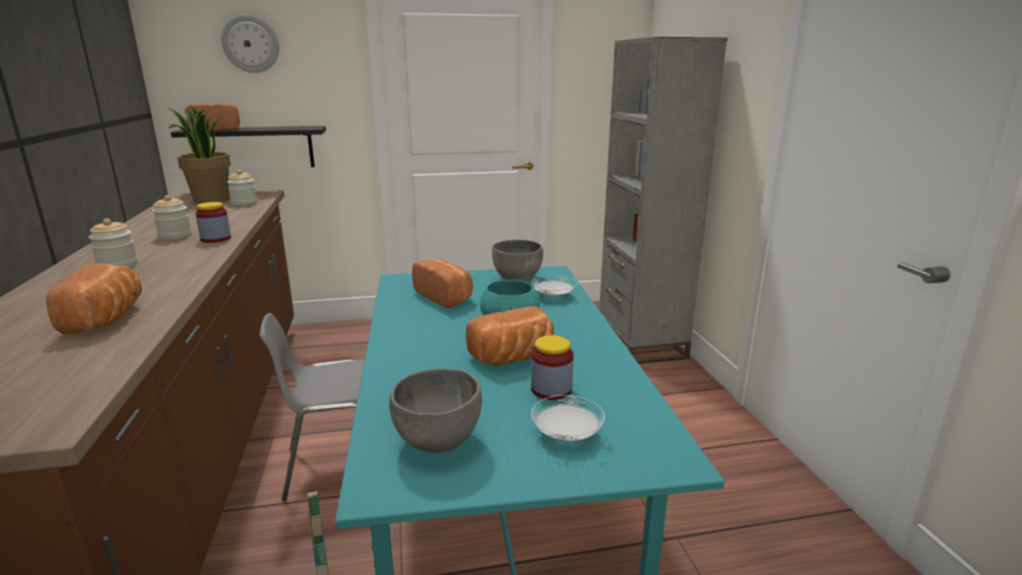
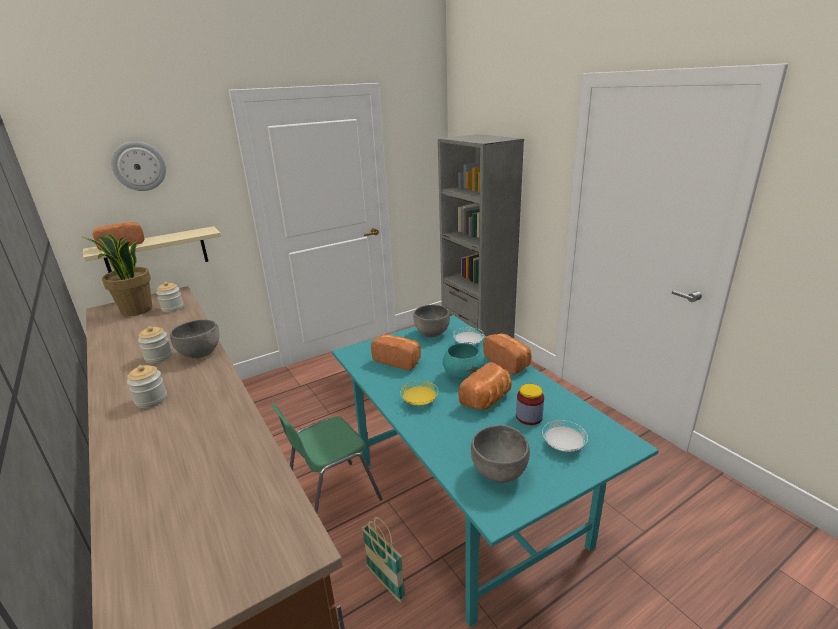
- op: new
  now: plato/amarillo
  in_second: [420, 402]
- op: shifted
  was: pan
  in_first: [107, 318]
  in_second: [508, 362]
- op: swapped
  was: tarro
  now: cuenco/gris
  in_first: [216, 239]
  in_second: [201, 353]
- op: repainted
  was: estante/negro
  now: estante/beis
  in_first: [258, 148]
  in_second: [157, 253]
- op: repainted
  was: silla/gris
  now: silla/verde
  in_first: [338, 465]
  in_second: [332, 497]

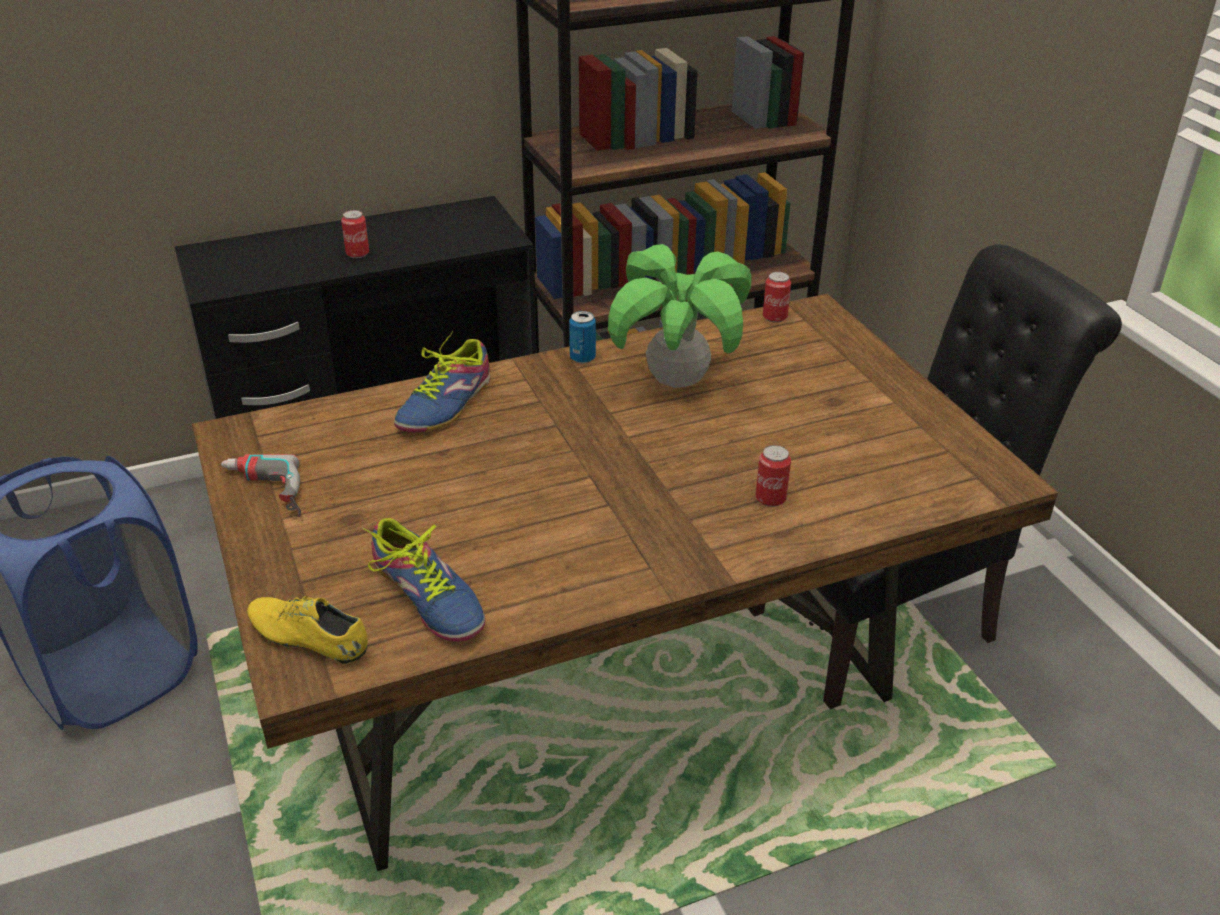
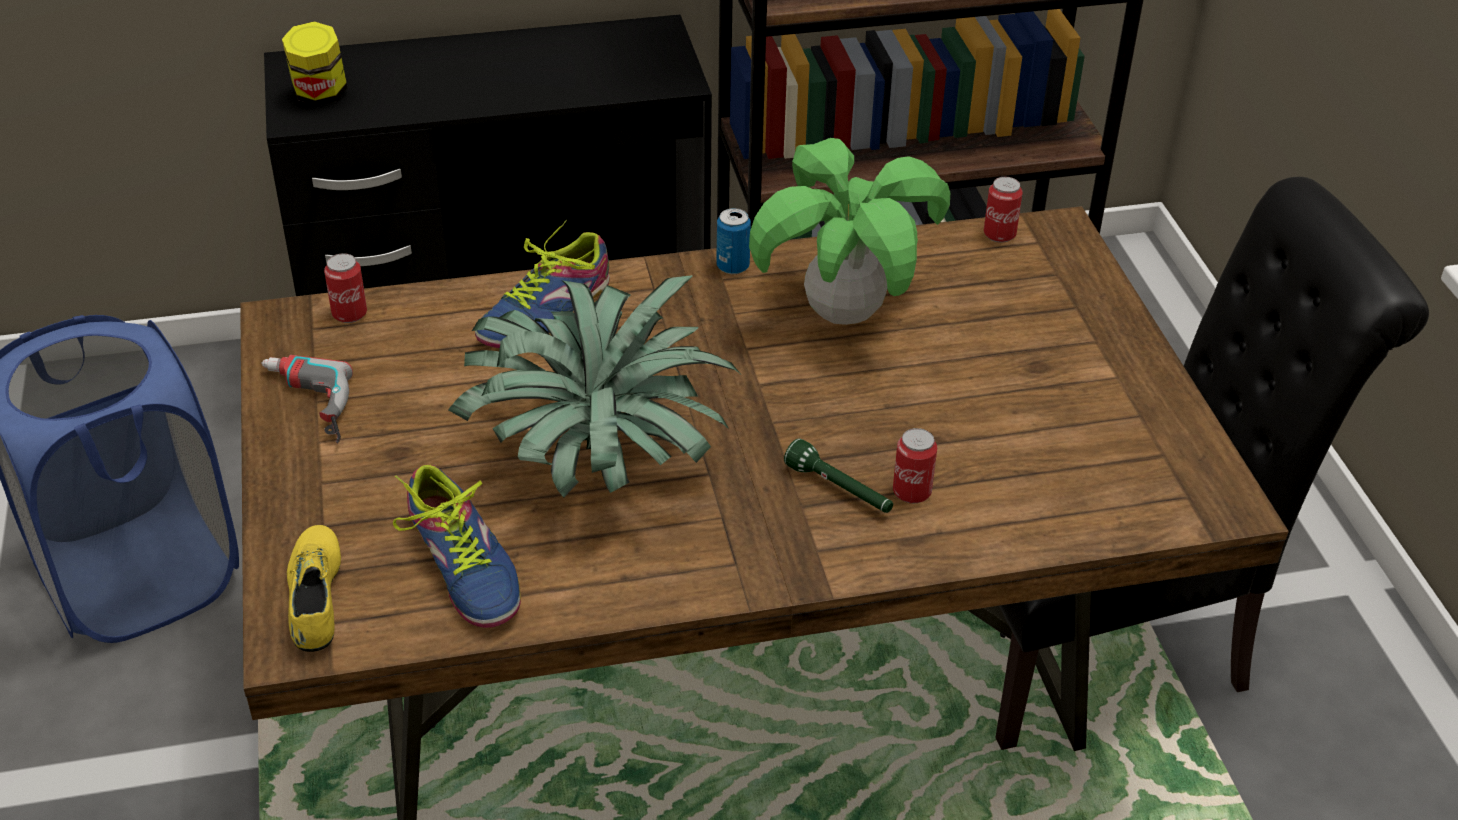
- op: new
  now: tarro
  in_second: [320, 95]
- op: new
  now: planta en maceta
  in_second: [602, 457]
- op: new
  now: linterna/verde
  in_second: [839, 490]
- op: shifted
  was: lata
  in_first: [357, 254]
  in_second: [349, 314]
- op: rotated
  was: zapato/amarillo
  in_first: [309, 639]
  in_second: [317, 599]
  clockwise: 45

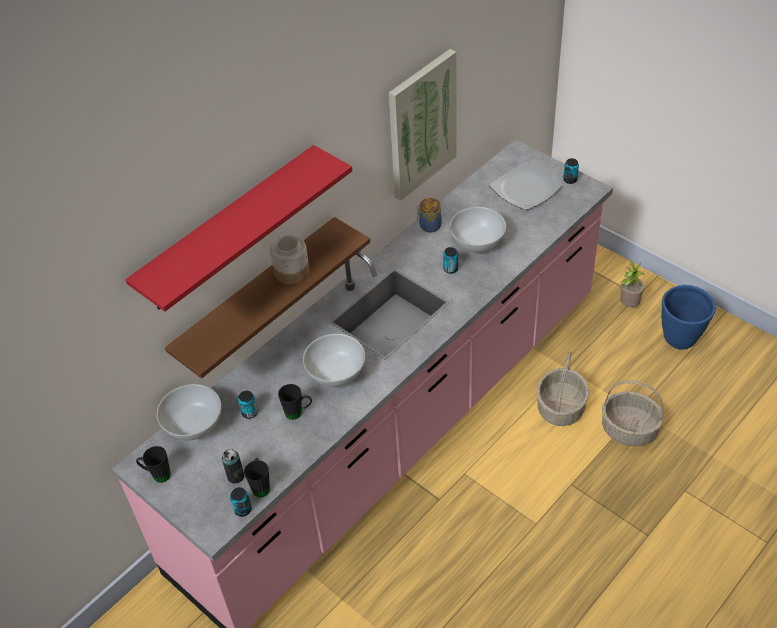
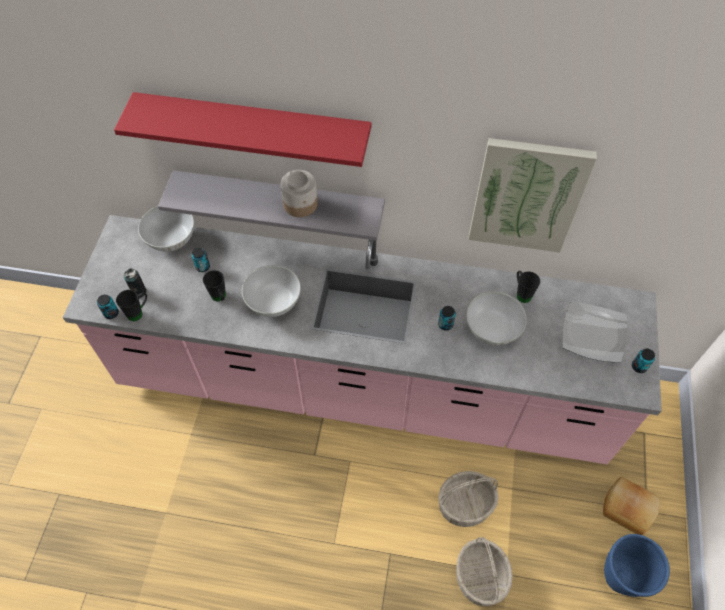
- op: gone
  was: tarro
  in_first: [429, 226]
- op: shifted
  was: taza grande/negro
  in_first: [157, 475]
  in_second: [521, 293]
- op: swapped
  was: planta en maceta
  now: pan
  in_first: [628, 304]
  in_second: [628, 507]
- op: repainted
  was: estante/marrón
  now: estante/gris
  in_first: [257, 297]
  in_second: [280, 201]

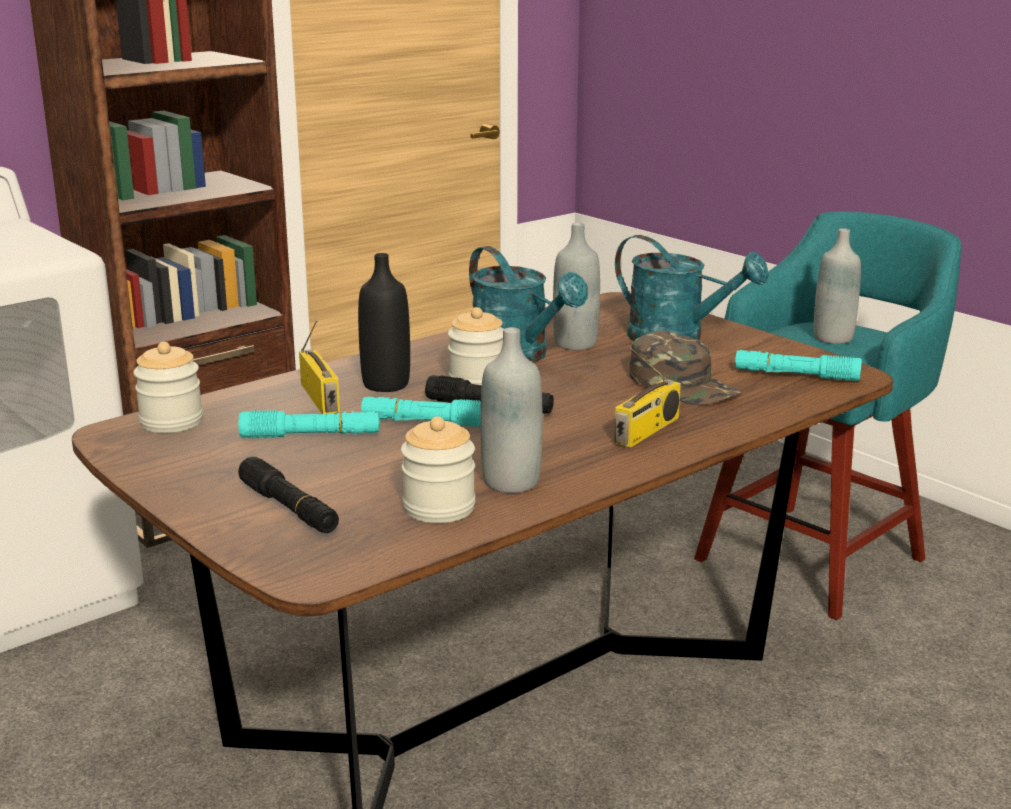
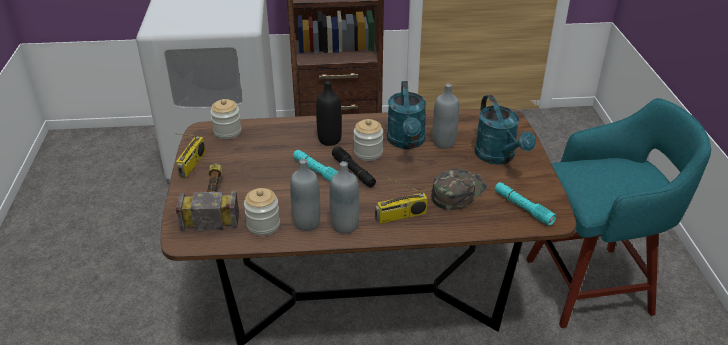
- op: gone
  was: linterna/turquesa
  in_first: [311, 436]
- op: shifted
  was: radio
  in_first: [321, 398]
  in_second: [192, 164]
- op: shifted
  was: botella/gris
  in_first: [833, 338]
  in_second: [344, 225]
- op: swapped
  was: linterna/negro
  now: martillo
  in_first: [289, 509]
  in_second: [213, 201]
- op: rotated
  was: gorra/verde
  in_first: [683, 384]
  in_second: [458, 192]
  clockwise: -135

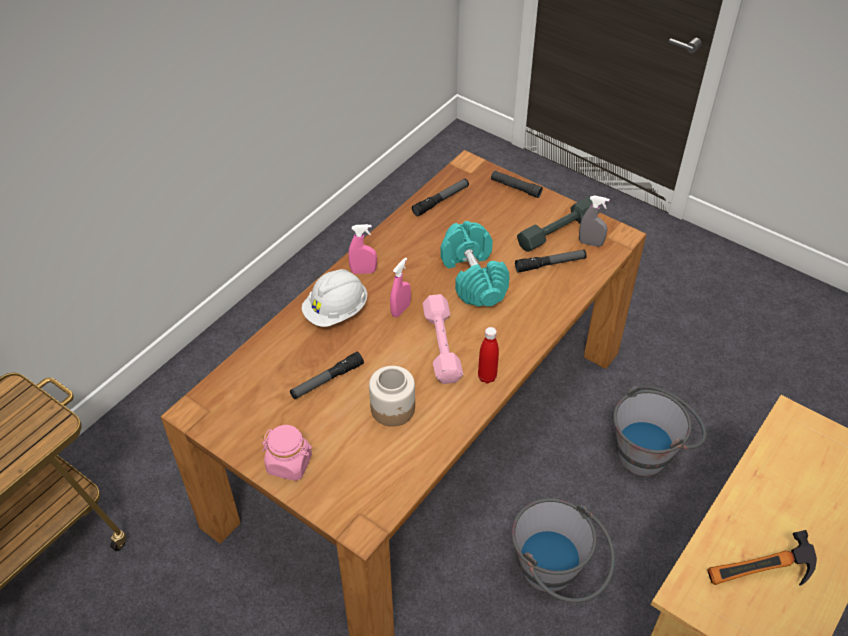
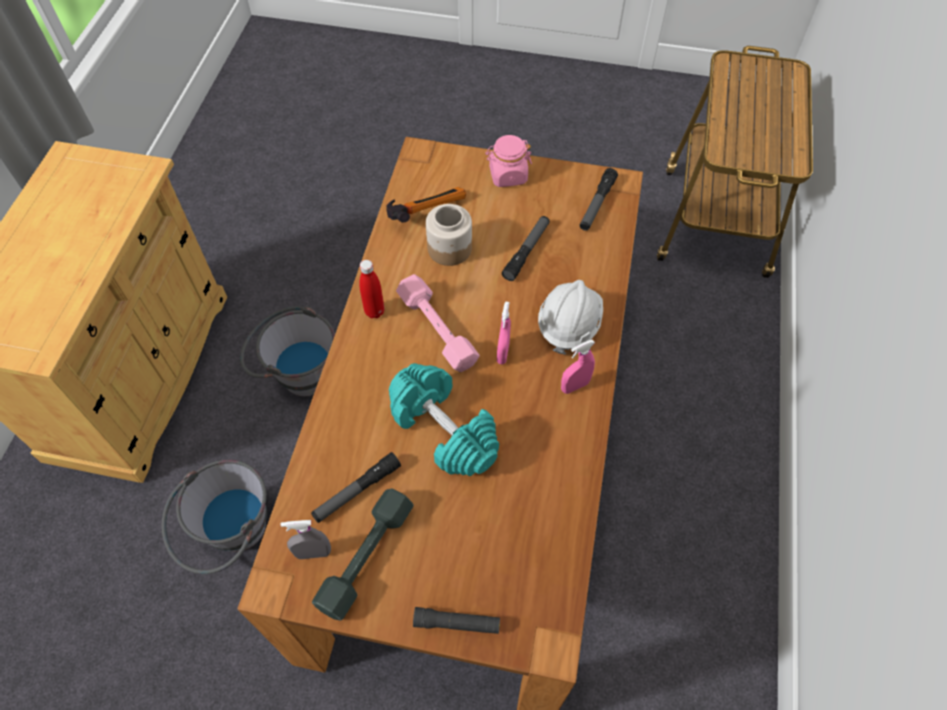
- op: shifted
  was: linterna
  in_first: [441, 200]
  in_second: [597, 204]
- op: shifted
  was: martillo
  in_first: [759, 578]
  in_second: [424, 210]

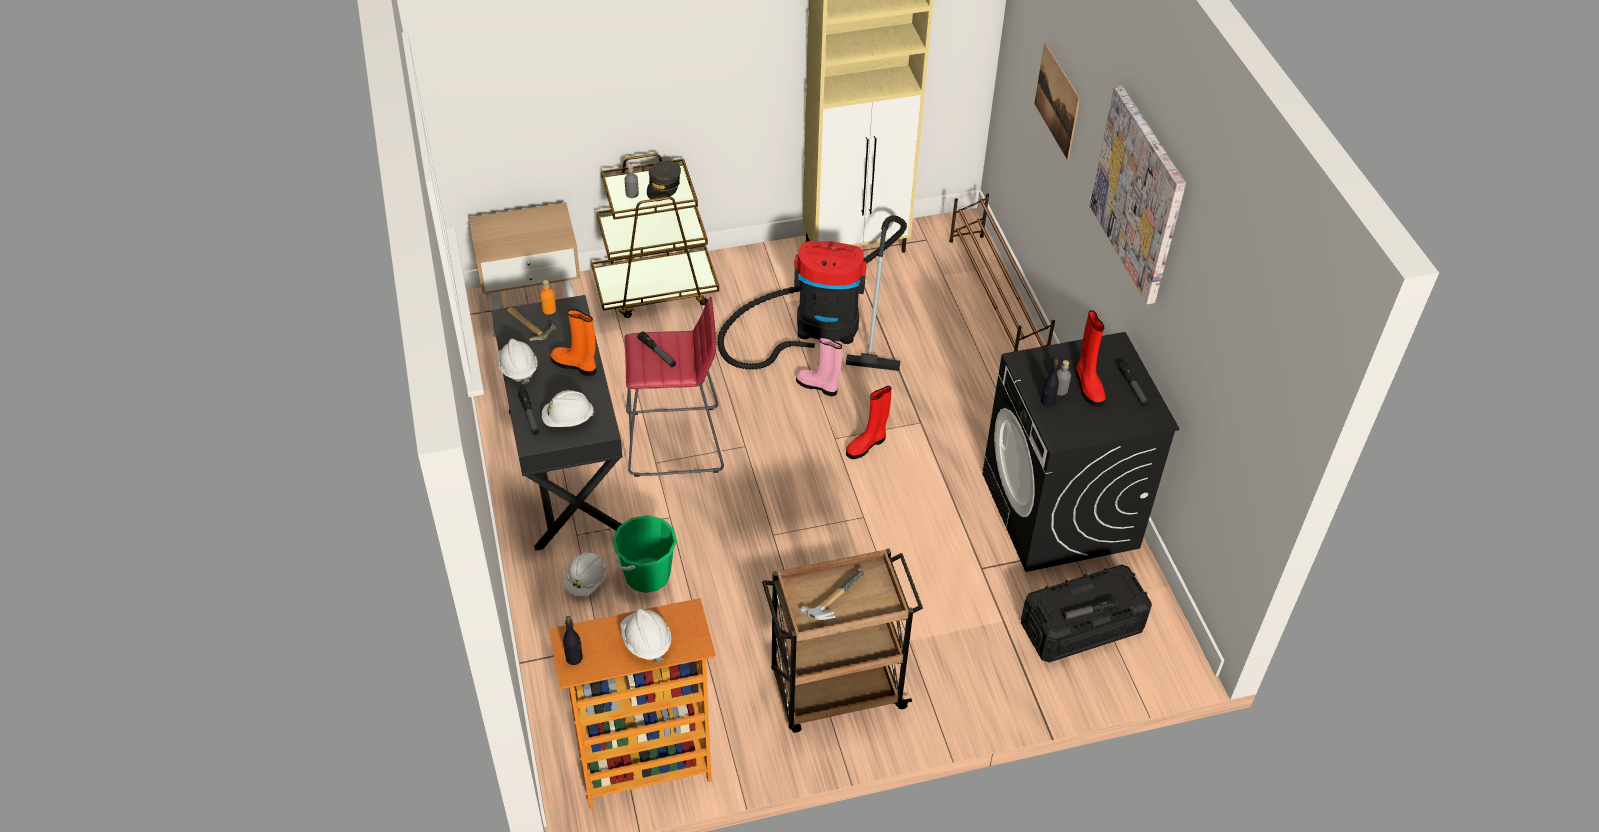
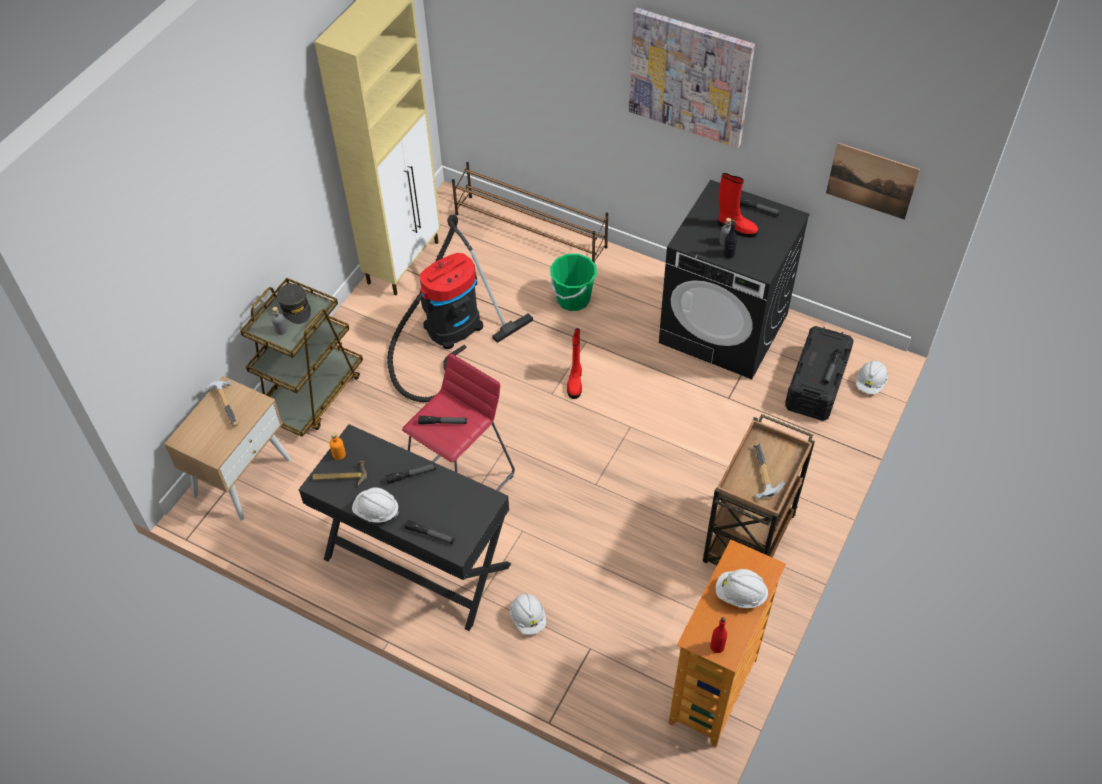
- op: gone
  was: bota/rosa
  in_first: [818, 386]
- op: new
  now: martillo
  in_second: [228, 404]
- op: shifted
  was: casco/blanco
  in_first: [568, 419]
  in_second: [870, 383]
- op: shifted
  was: cubo/verde
  in_first: [647, 575]
  in_second: [573, 299]
- op: shifted
  was: cuadro
  in_first: [1057, 100]
  in_second: [871, 181]
- op: swapped
  was: bota/naranja
  now: linterna
  in_first: [575, 365]
  in_second: [411, 475]
- op: repainted
  was: botella/negro
  now: botella/rojo
  in_first: [574, 658]
  in_second: [717, 646]

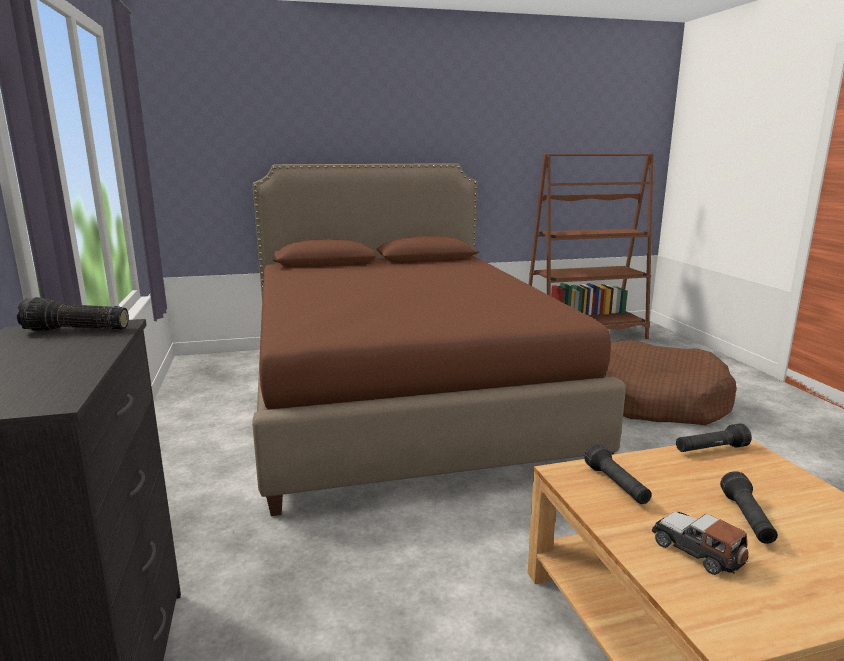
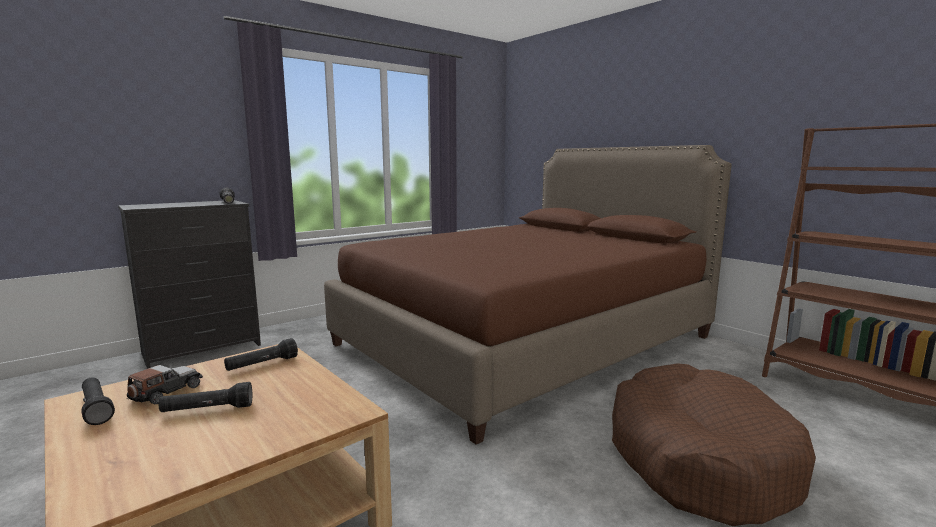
- op: shifted
  was: linterna/negro
  in_first: [710, 450]
  in_second: [96, 408]

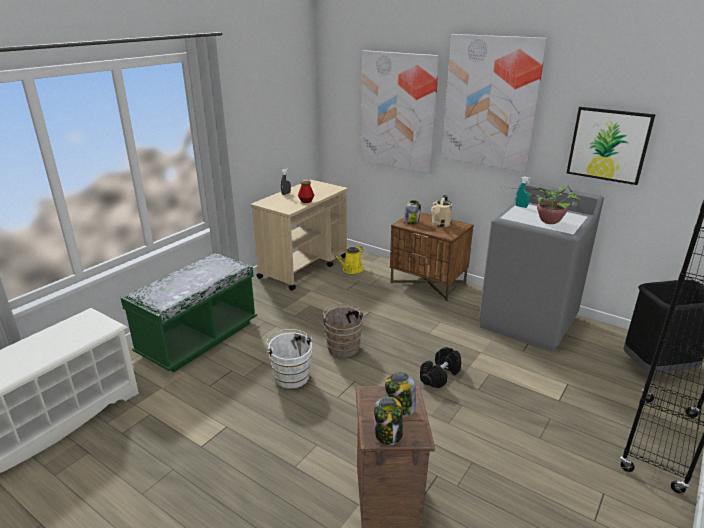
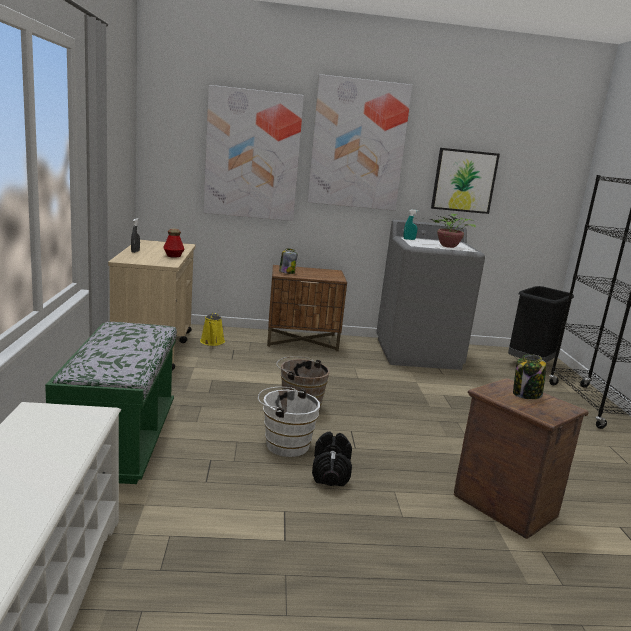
- op: gone
  was: tarro
  in_first: [388, 434]
- op: gone
  was: regadera/beis
  in_first: [440, 224]
- op: shifted
  was: mancuerna/negro
  in_first: [440, 376]
  in_second: [331, 471]

